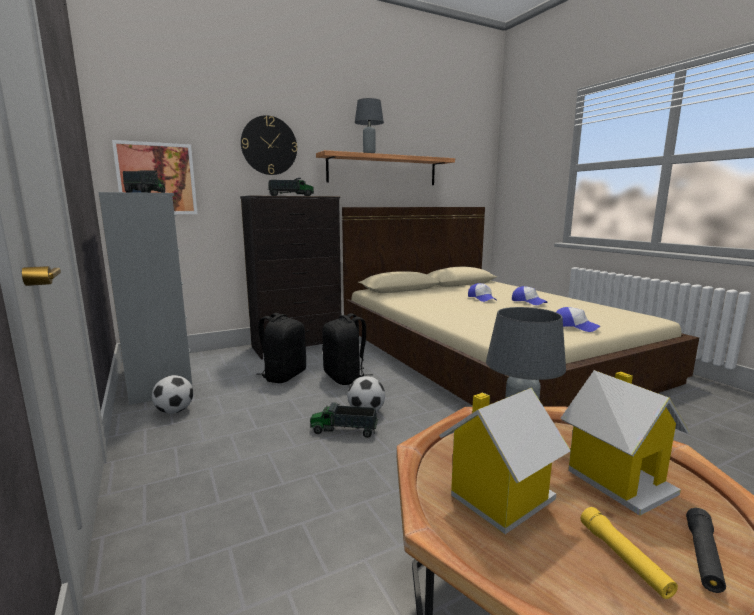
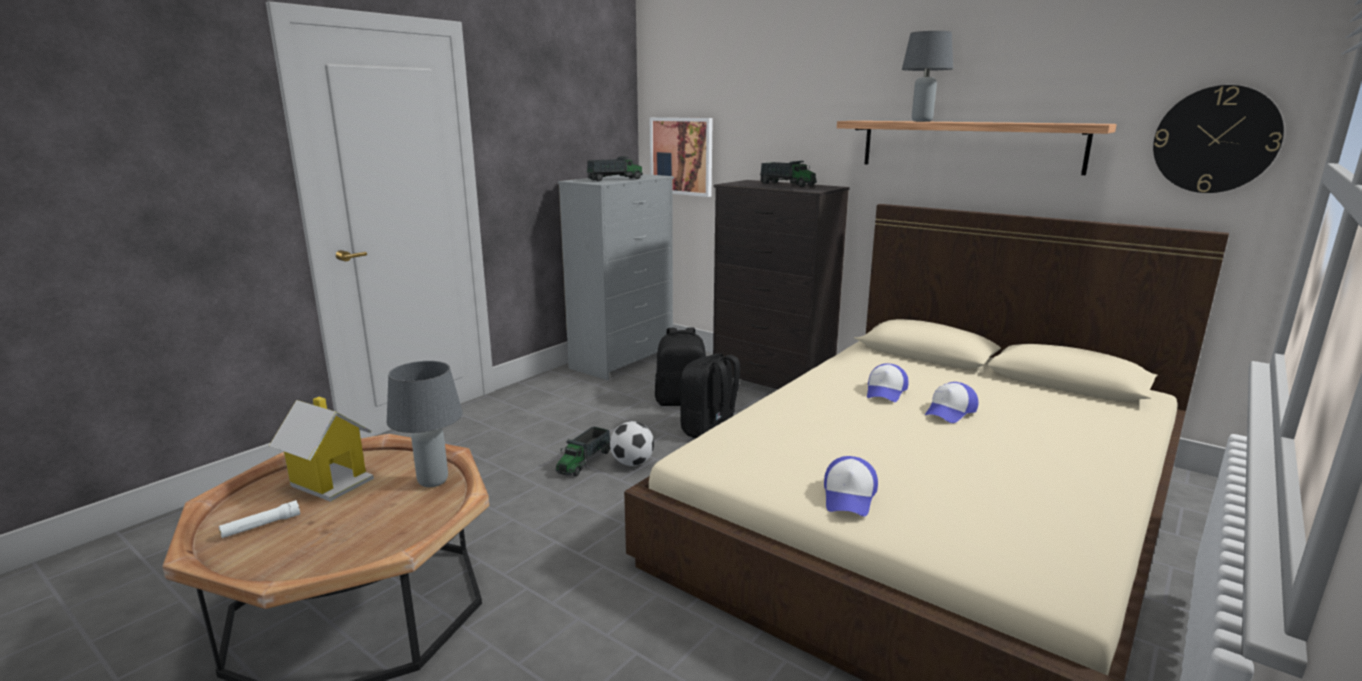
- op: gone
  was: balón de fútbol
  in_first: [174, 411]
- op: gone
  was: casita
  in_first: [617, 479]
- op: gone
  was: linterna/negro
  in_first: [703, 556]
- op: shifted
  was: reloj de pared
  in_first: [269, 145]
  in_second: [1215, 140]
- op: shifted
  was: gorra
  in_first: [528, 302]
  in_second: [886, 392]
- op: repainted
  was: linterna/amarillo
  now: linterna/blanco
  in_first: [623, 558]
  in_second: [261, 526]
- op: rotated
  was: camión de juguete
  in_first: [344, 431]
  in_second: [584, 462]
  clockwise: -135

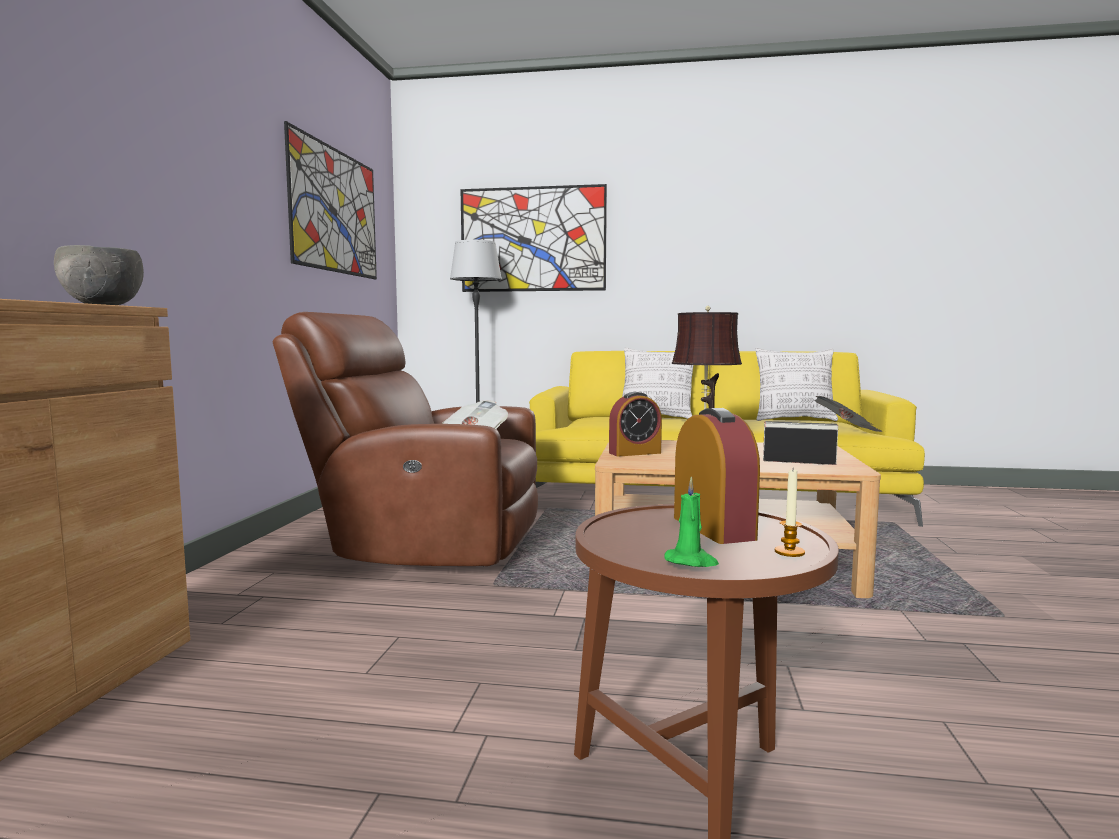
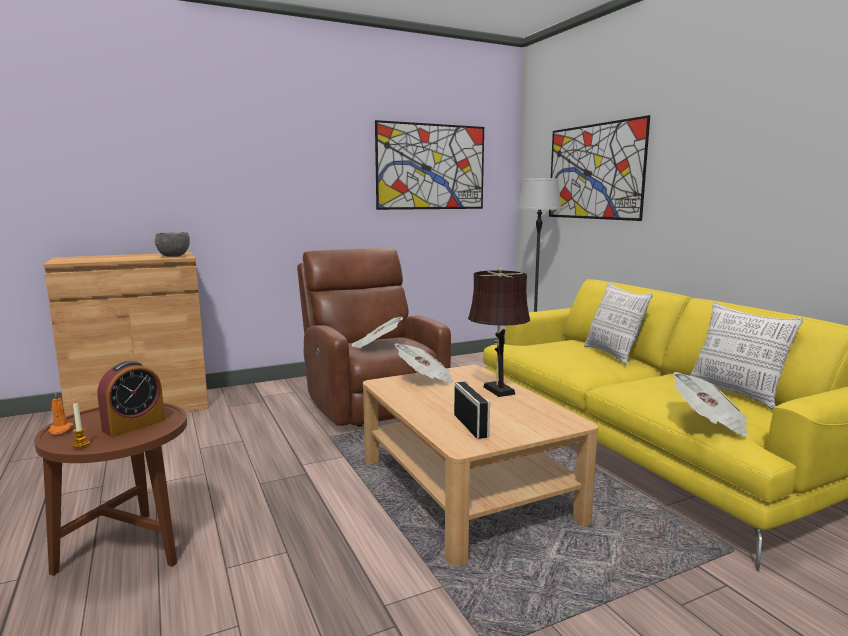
- op: swapped
  was: despertador
  now: periódico
  in_first: [635, 453]
  in_second: [426, 379]
- op: repainted
  was: vela/verde
  now: vela/naranja
  in_first: [691, 561]
  in_second: [60, 430]

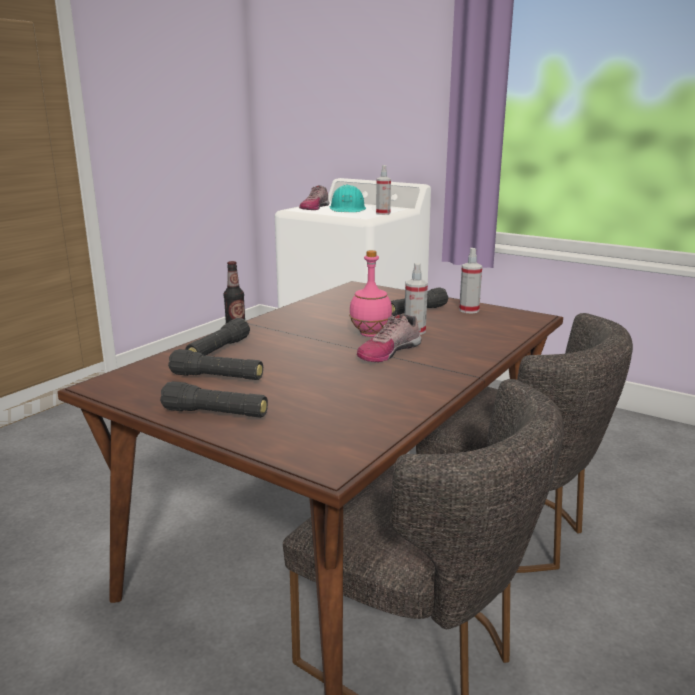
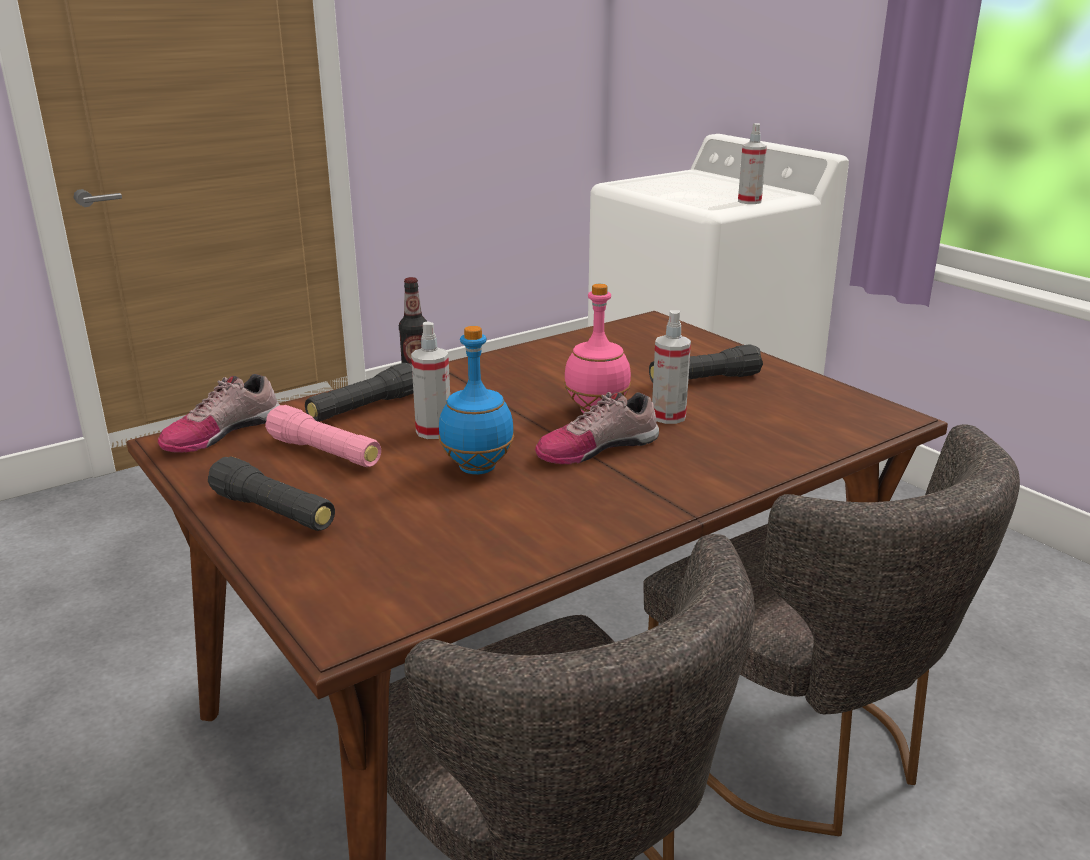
- op: gone
  was: casco/turquesa
  in_first: [347, 209]
- op: new
  now: botella/azul
  in_second: [477, 467]
- op: shifted
  was: zapato
  in_first: [314, 208]
  in_second: [220, 432]
- op: shifted
  was: pulverizador
  in_first: [469, 310]
  in_second: [433, 431]
- op: repainted
  was: linterna/negro
  now: linterna/rosa
  in_first: [217, 377]
  in_second: [325, 453]

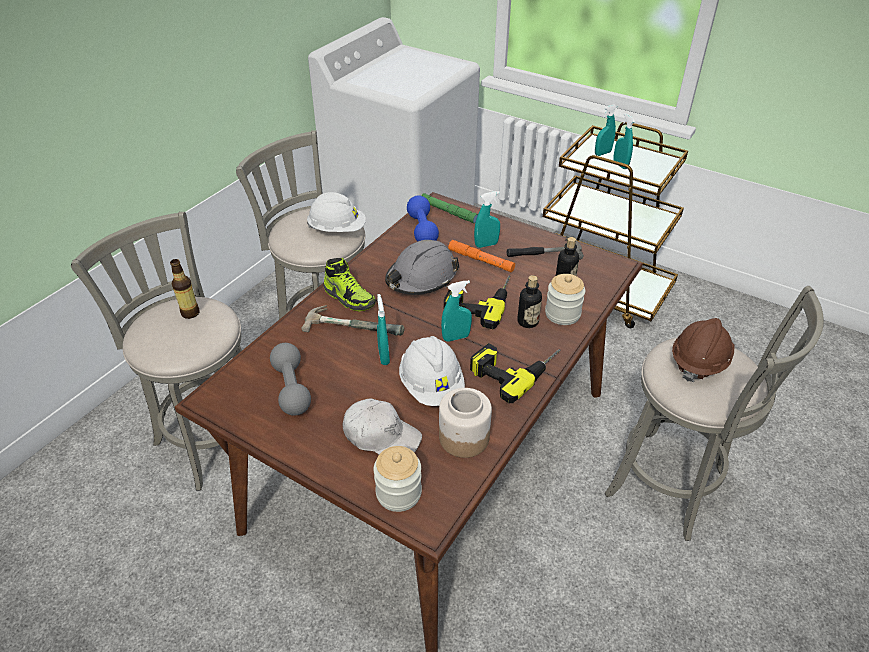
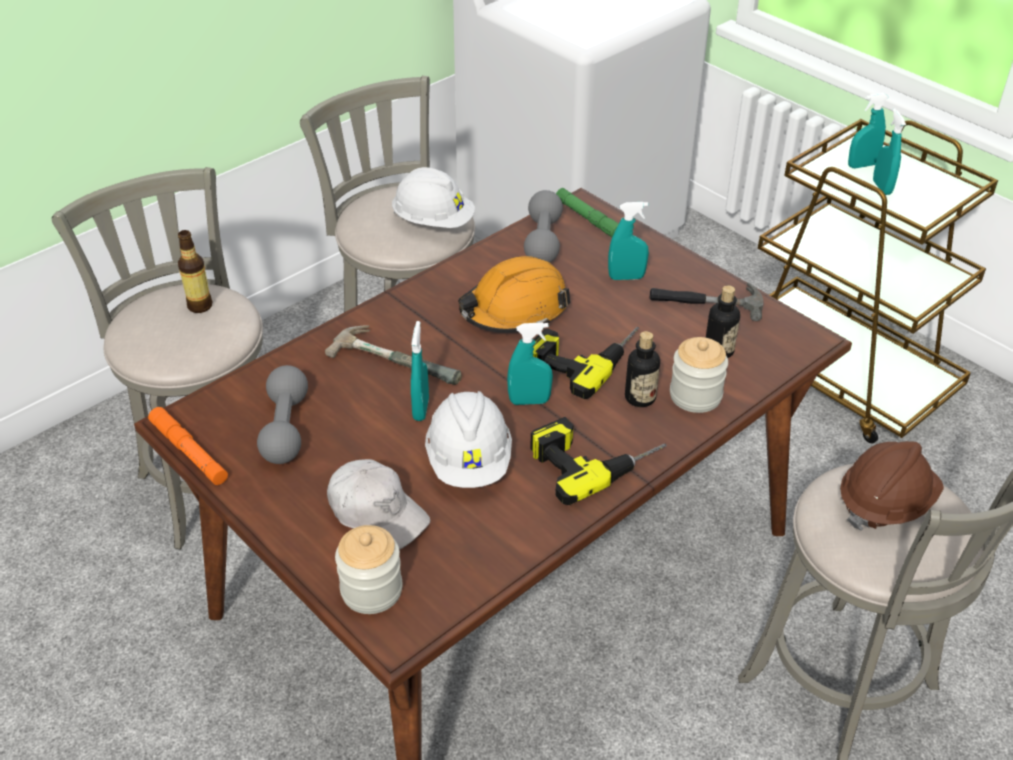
- op: gone
  was: zapato
  in_first: [349, 297]
- op: gone
  was: tarro
  in_first: [463, 437]
- op: shifted
  was: linterna/naranja
  in_first: [481, 260]
  in_second: [189, 451]
- op: repainted
  was: casco/gris
  now: casco/naranja
  in_first: [421, 278]
  in_second: [514, 310]
- op: repainted
  was: mancuerna/azul
  now: mancuerna/gris
  in_first: [422, 229]
  in_second: [543, 241]

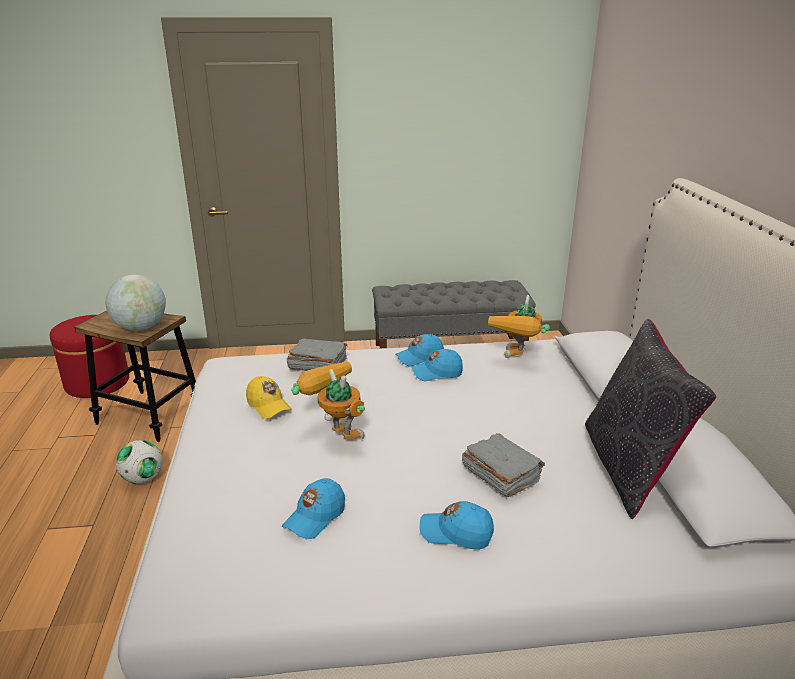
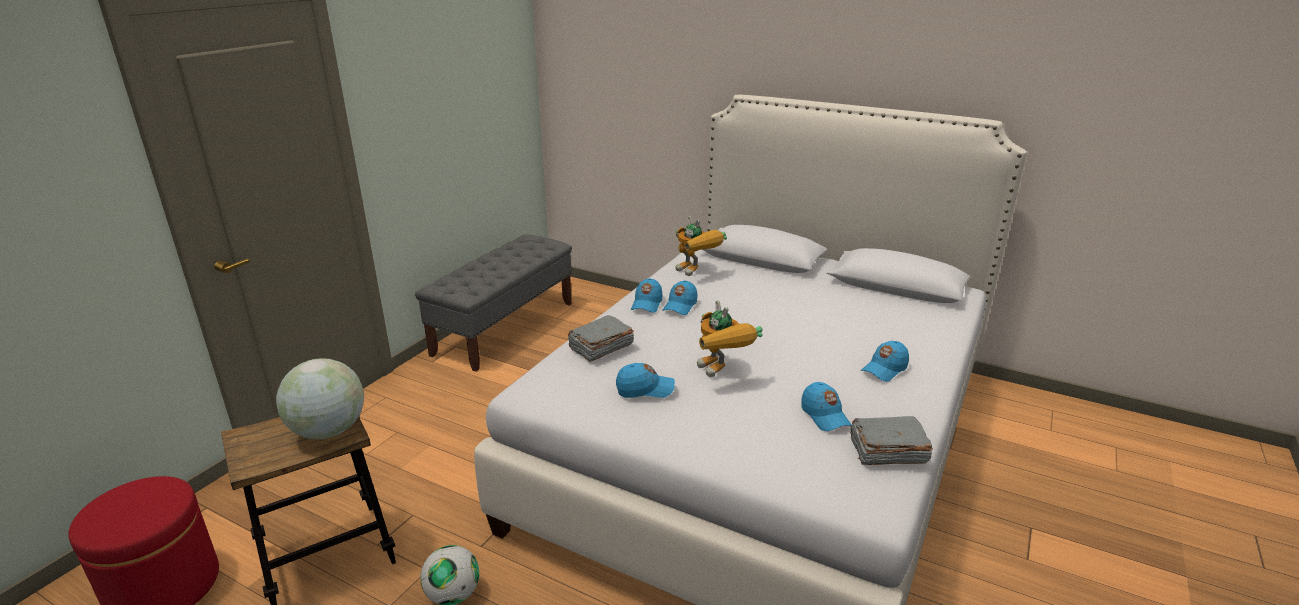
- op: gone
  was: cojín/negro
  in_first: [629, 467]
- op: shifted
  was: libro/gris
  in_first: [500, 475]
  in_second: [886, 452]
- op: repainted
  was: gorra/amarillo
  now: gorra/azul
  in_first: [268, 406]
  in_second: [645, 389]
- op: rotated
  was: robot de juguete
  in_first: [334, 433]
  in_second: [722, 373]
  clockwise: -105

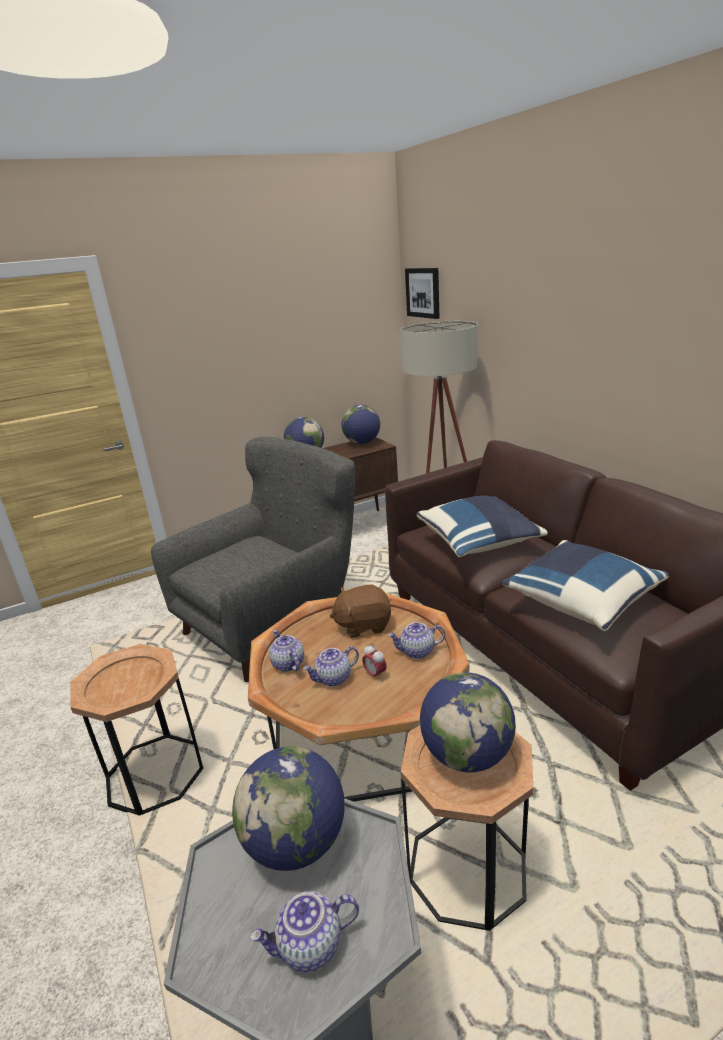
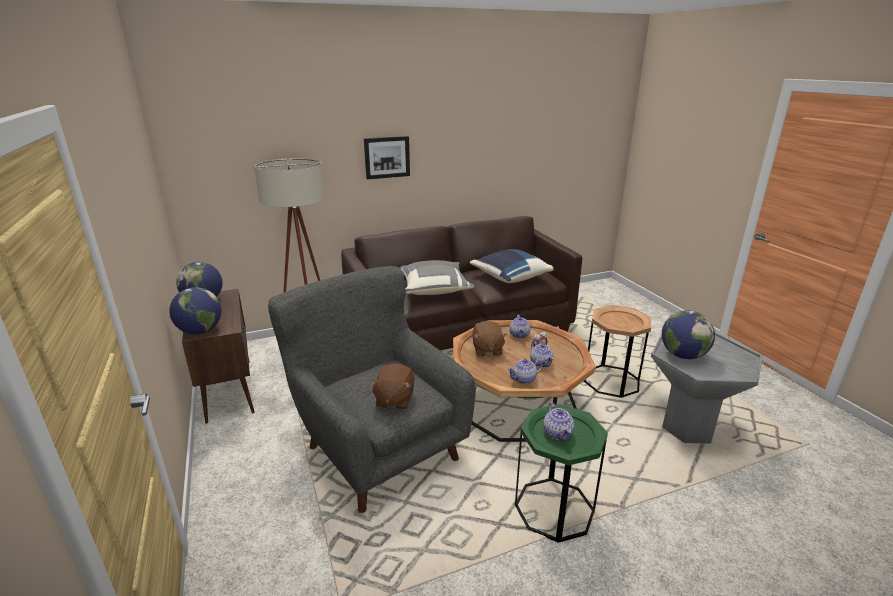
- op: gone
  was: globo terráqueo
  in_first: [467, 755]
- op: new
  now: peluche/marrón
  in_second: [394, 399]
- op: shifted
  was: tetera
  in_first: [310, 946]
  in_second: [558, 433]
- op: shifted
  was: cuadro
  in_first: [423, 292]
  in_second: [387, 157]
- op: repainted
  was: mesa auxiliar/marrón
  now: mesa auxiliar/verde
  in_first: [155, 773]
  in_second: [554, 509]
- op: repainted
  was: cojín/azul
  now: cojín/gris
  in_first: [479, 543]
  in_second: [434, 289]

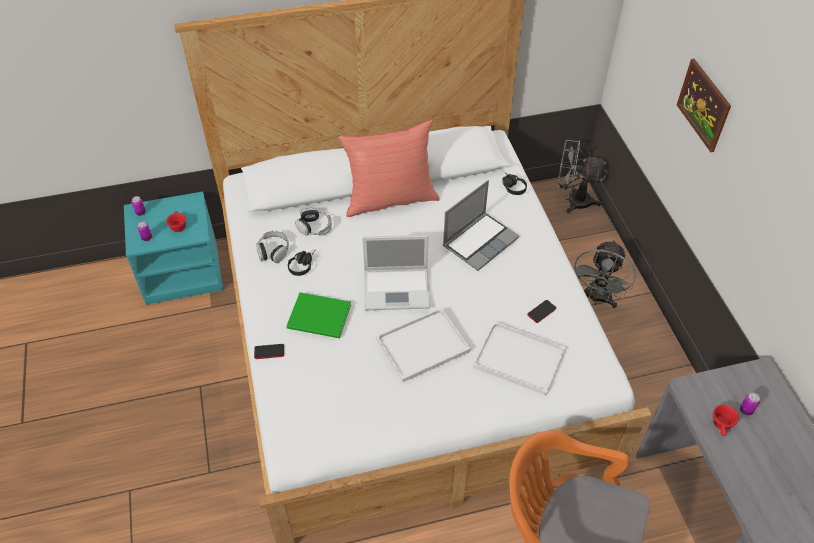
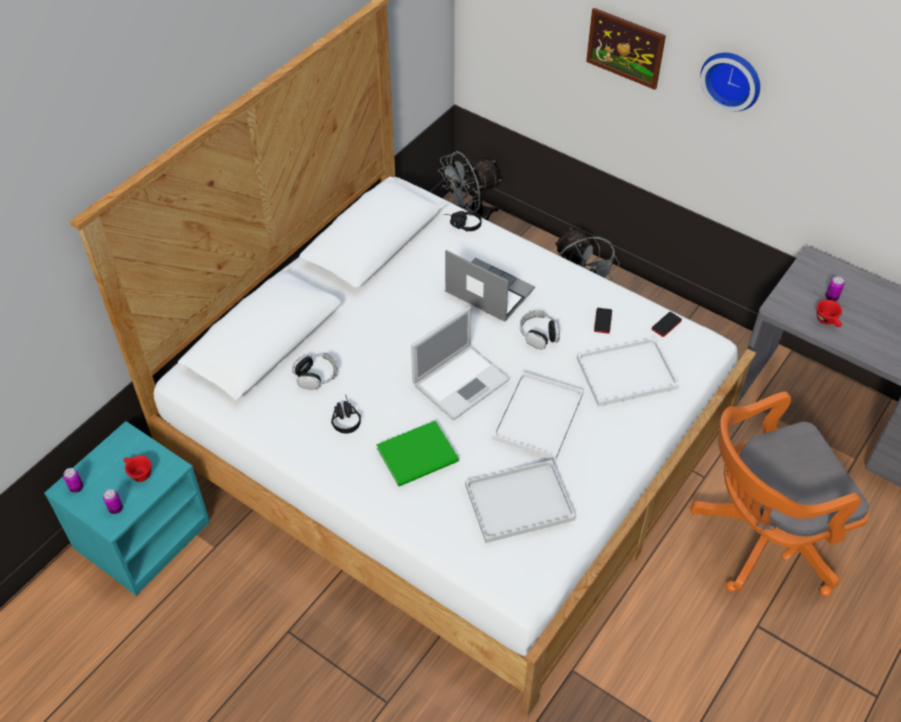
- op: gone
  was: cojín/rojo
  in_first: [390, 199]
- op: new
  now: bandeja/blanco
  in_second: [520, 501]
- op: new
  now: reloj de pared
  in_second: [732, 79]
- op: shifted
  was: móvil
  in_first: [269, 352]
  in_second: [666, 325]
- op: shifted
  was: auriculares
  in_first: [273, 251]
  in_second: [539, 334]
- op: rotated
  was: portátil
  in_first: [480, 241]
  in_second: [487, 292]
  clockwise: -60

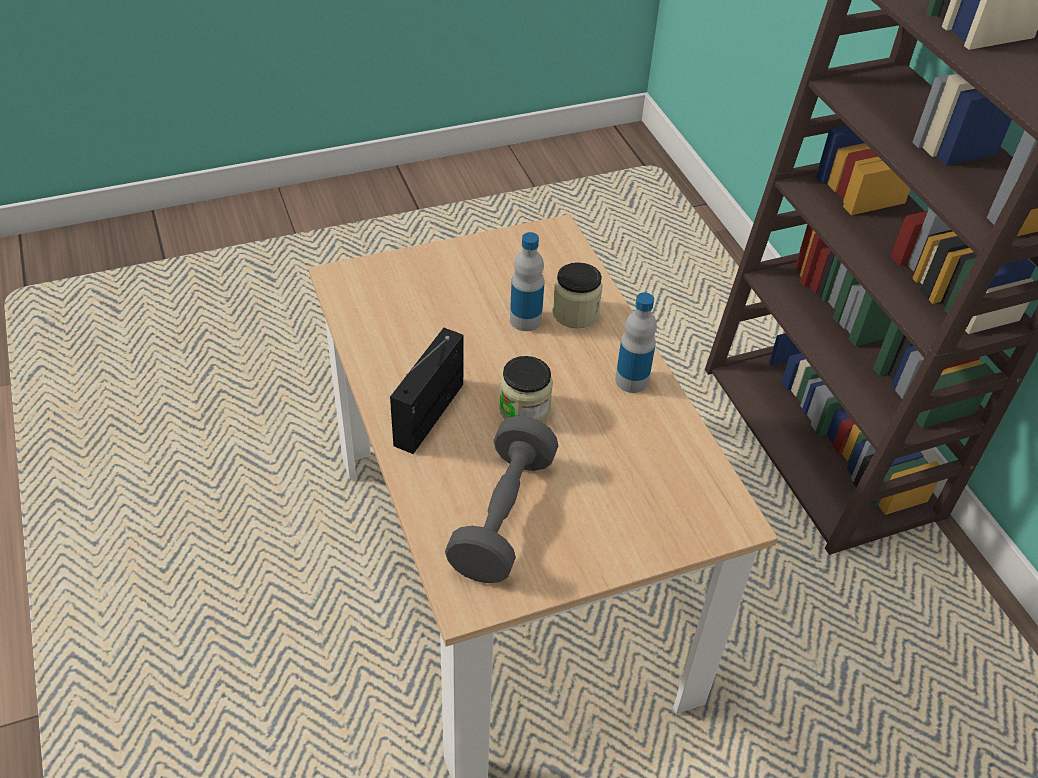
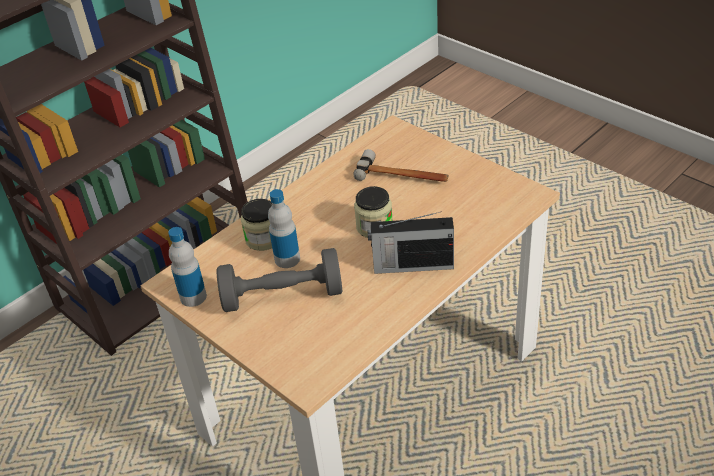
- op: new
  now: martillo
  in_second: [402, 175]
- op: shifted
  was: mancuerna/gris
  in_first: [503, 516]
  in_second: [282, 296]
- op: shifted
  was: botella
  in_first: [631, 380]
  in_second: [193, 297]

